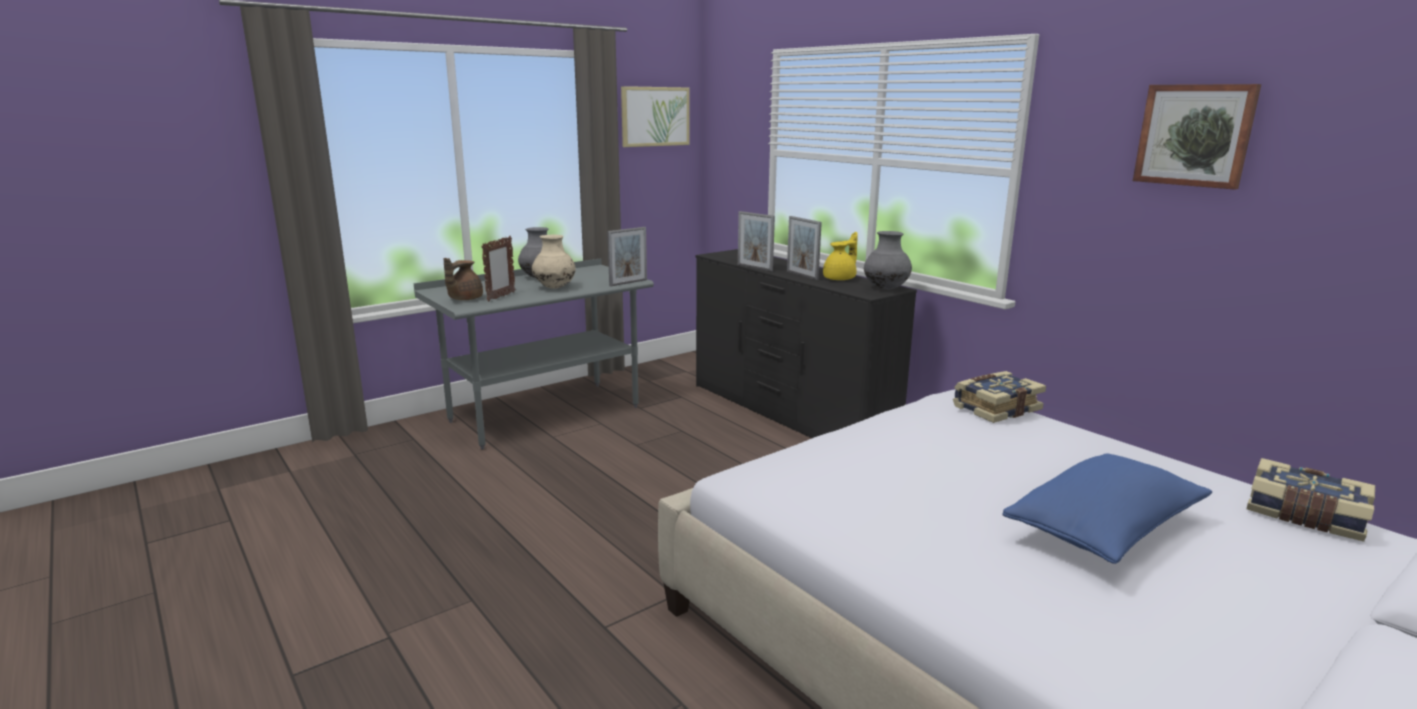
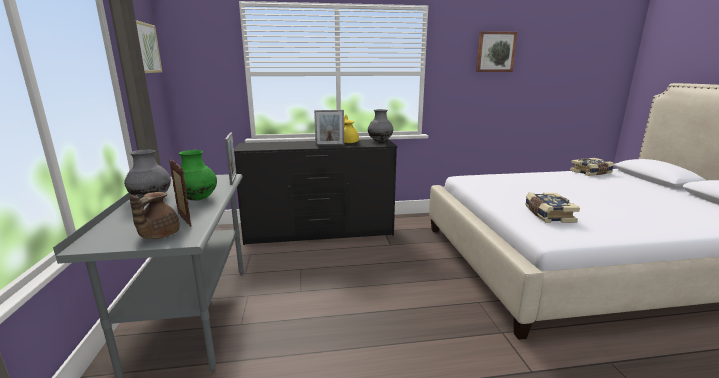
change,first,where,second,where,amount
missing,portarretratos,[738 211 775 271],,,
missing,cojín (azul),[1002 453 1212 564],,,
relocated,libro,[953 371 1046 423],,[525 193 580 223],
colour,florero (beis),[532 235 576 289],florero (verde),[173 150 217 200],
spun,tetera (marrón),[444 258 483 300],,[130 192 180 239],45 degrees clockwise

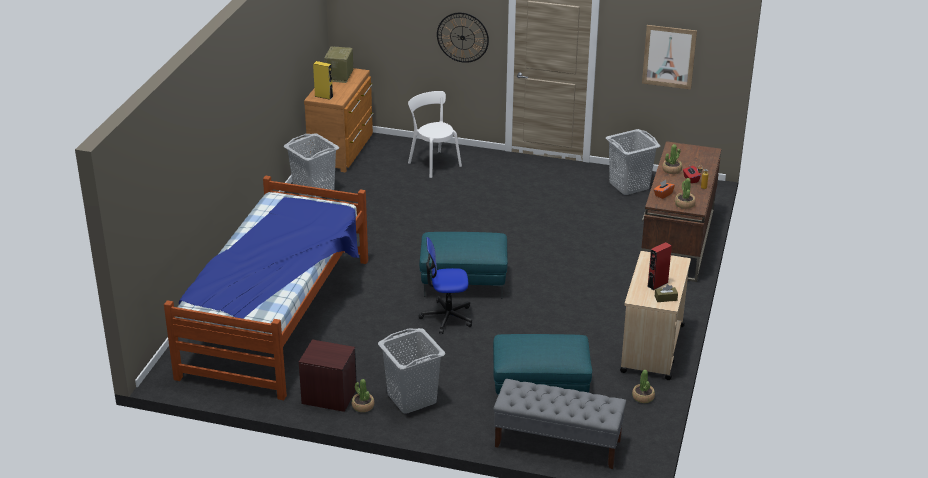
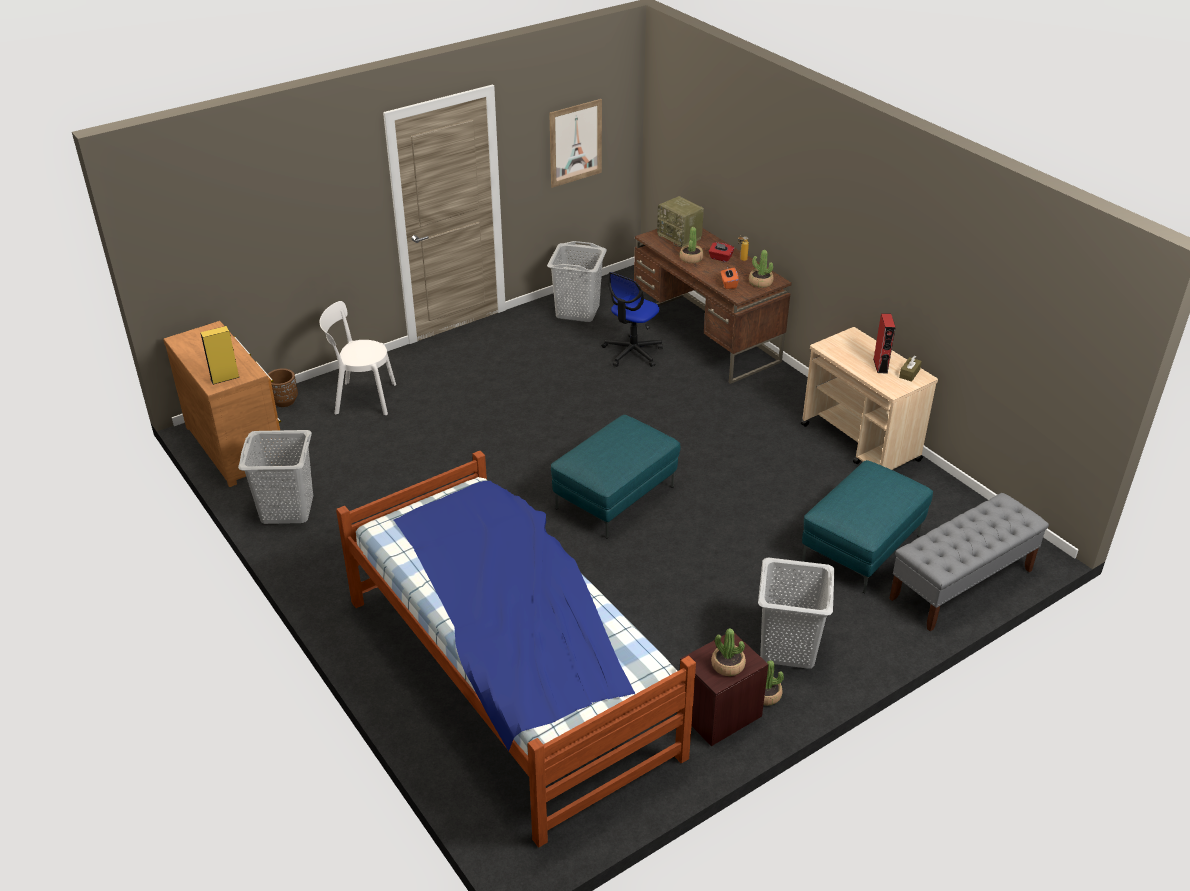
change,first,where,second,where,amount
missing,reloj de pared,[437 13 489 63],,,
appeared,,,maceta (marrón),[268 368 298 407],
relocated,radio,[324 46 353 83],,[657 196 704 248],
relocated,silla de oficina,[419 237 472 334],,[601 272 663 367],
relocated,planta en maceta,[632 370 655 403],,[711 628 746 676],

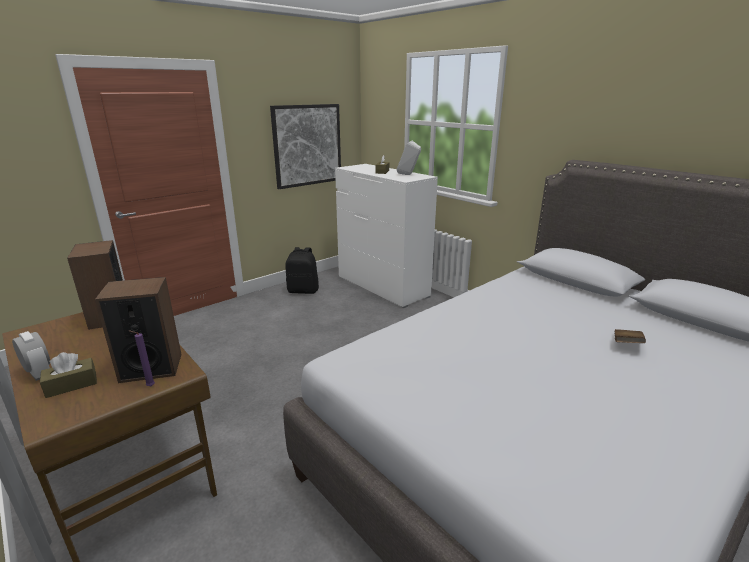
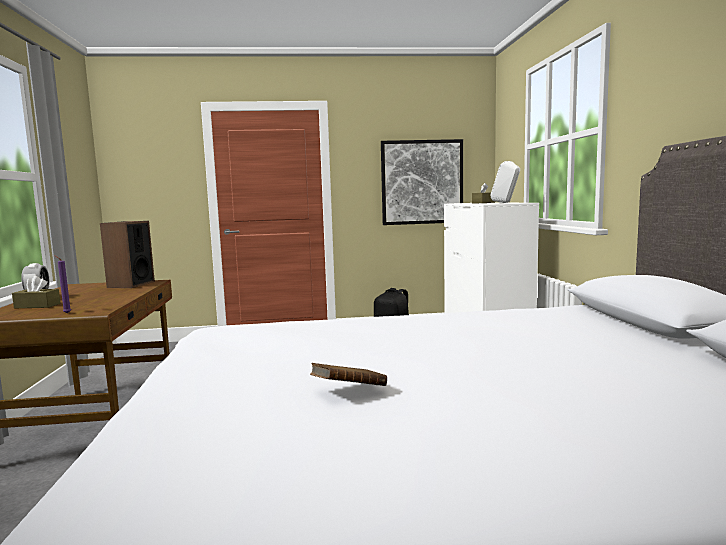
change,first,where,second,where,amount
missing,altavoz,[95 277 182 383],,,
relocated,libro (marrón),[615 329 646 343],,[310 363 387 386],

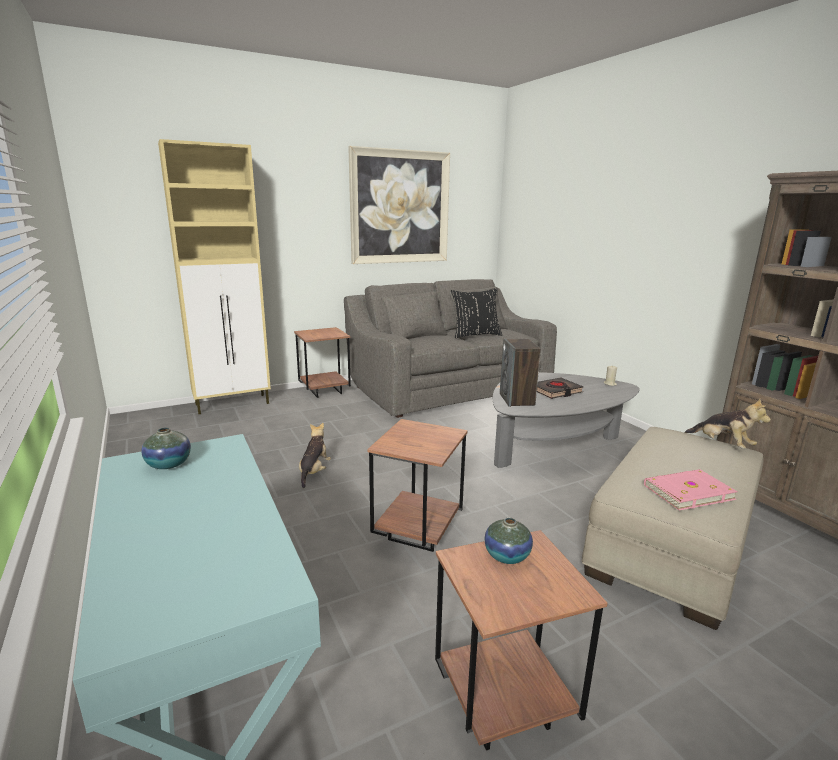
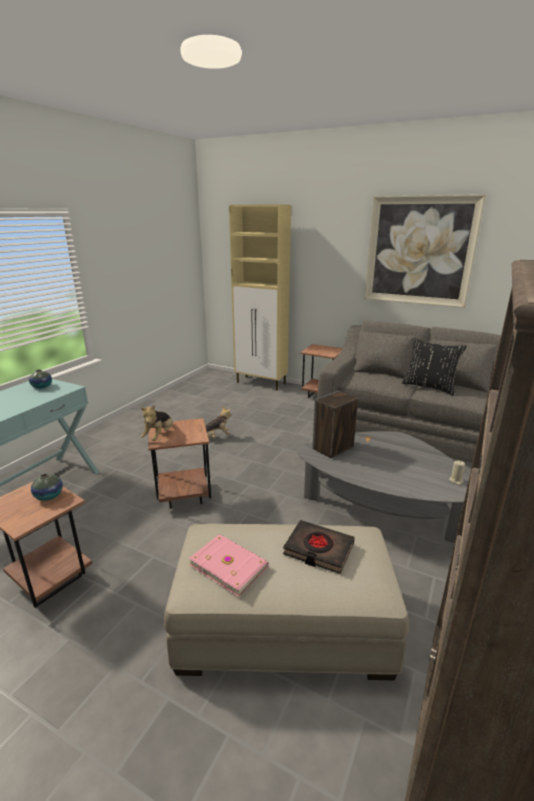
change,first,where,second,where,amount
relocated,libro (negro),[537 377 584 399],,[283 520 355 574],
relocated,peluche,[685 398 771 449],,[140 405 173 441],

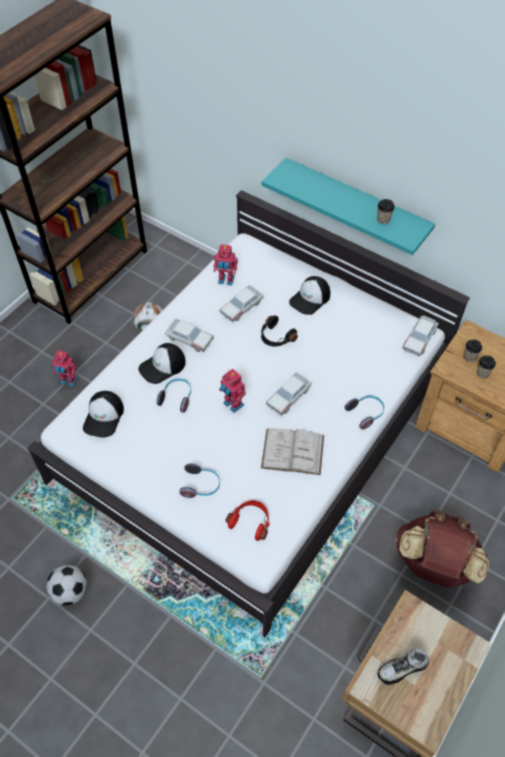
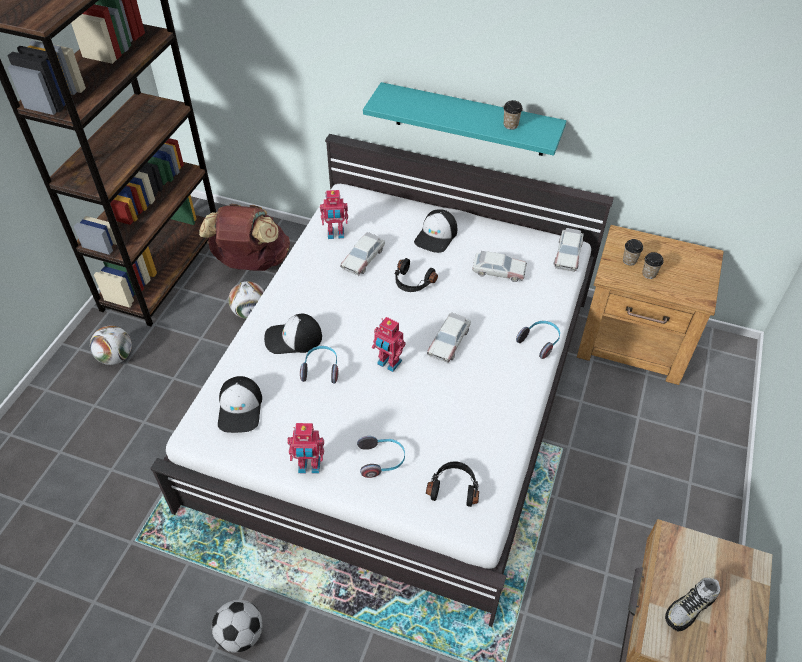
change,first,where,second,where,amount
missing,libro (blanco),[261 428 324 475],,,
appeared,,,balón de fútbol,[90 326 132 365],
relocated,robot de juguete,[52 350 78 386],,[287 423 324 474],
relocated,coche de juguete,[165 319 214 352],,[472 250 527 282],
relocated,mochila (marrón),[395 510 489 587],,[199 204 290 271],
colour,auriculares (rojo),[225 500 270 541],auriculares (negro),[426 461 479 507],
spun,gorra,[138 343 186 384],,[264 314 322 354],45 degrees clockwise

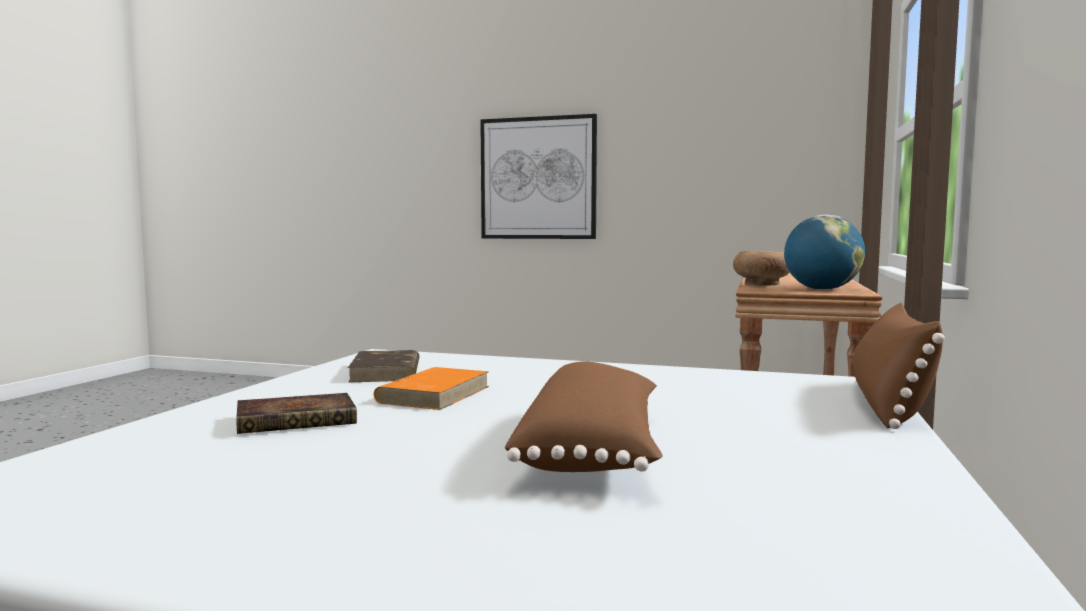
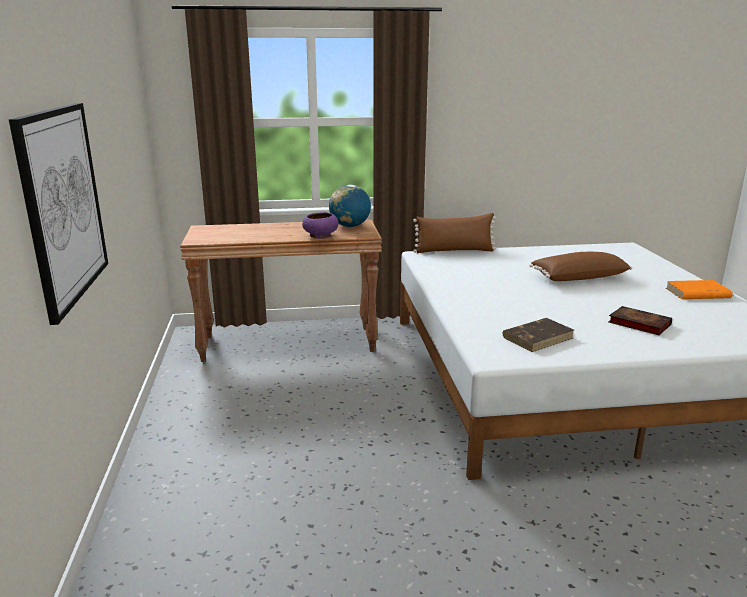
change,first,where,second,where,amount
relocated,libro (naranja),[374 367 489 410],,[666 280 733 299],
colour,cuenco (marrón),[733 251 789 285],cuenco (morado),[302 212 339 239],

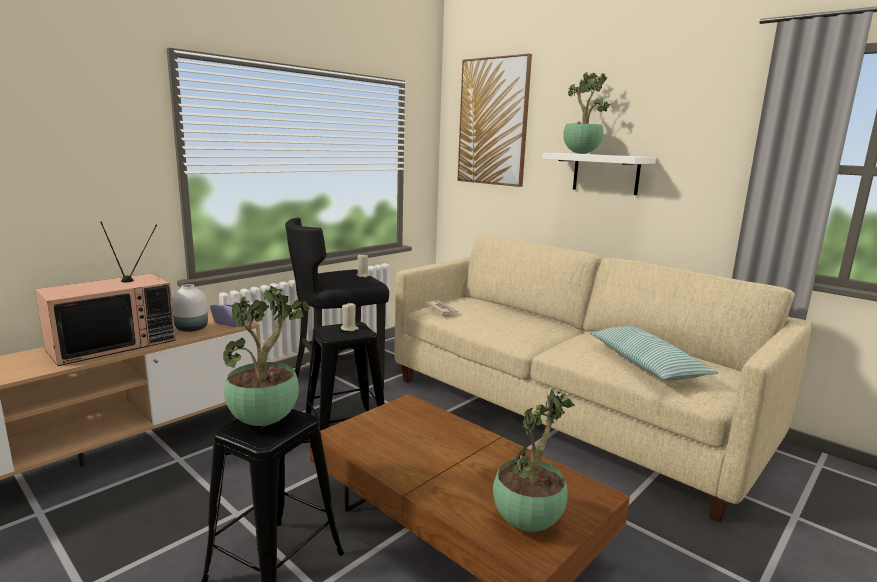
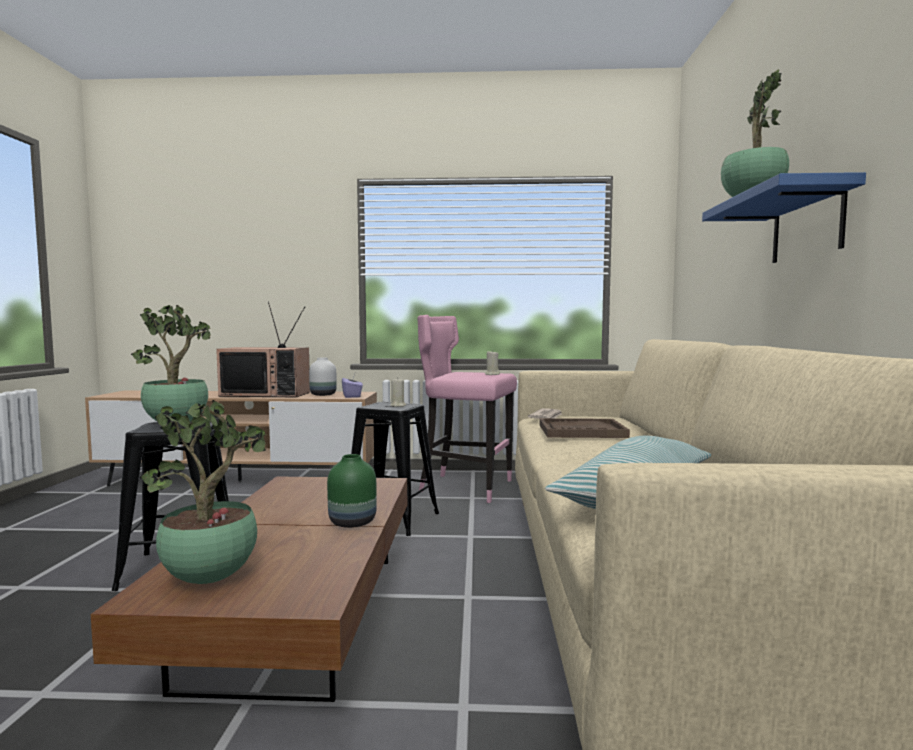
change,first,where,second,where,amount
missing,cuadro,[457 54 532 187],,,
appeared,,,florero (verde),[327 454 377 528],
appeared,,,bandeja (marrón),[539 418 630 438],
colour,taburete (negro),[285 218 389 390],taburete (rosa),[417 315 517 503],
colour,estante (blanco),[542 153 656 195],estante (azul),[702 172 866 263],

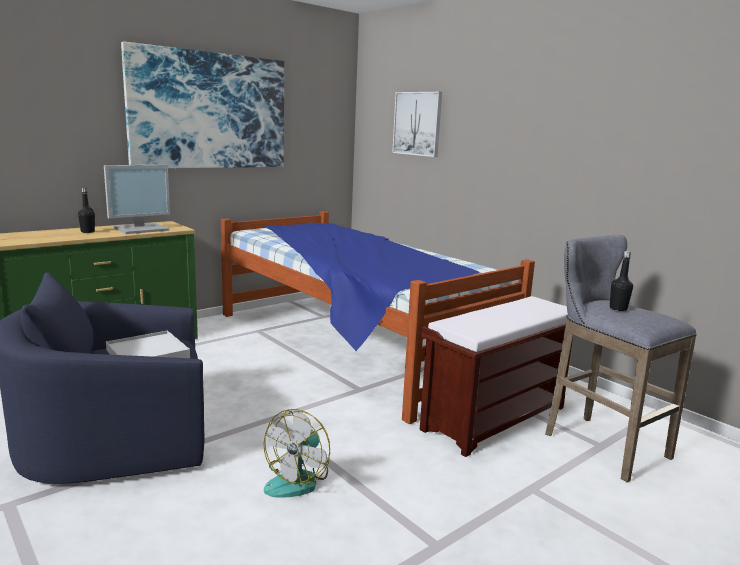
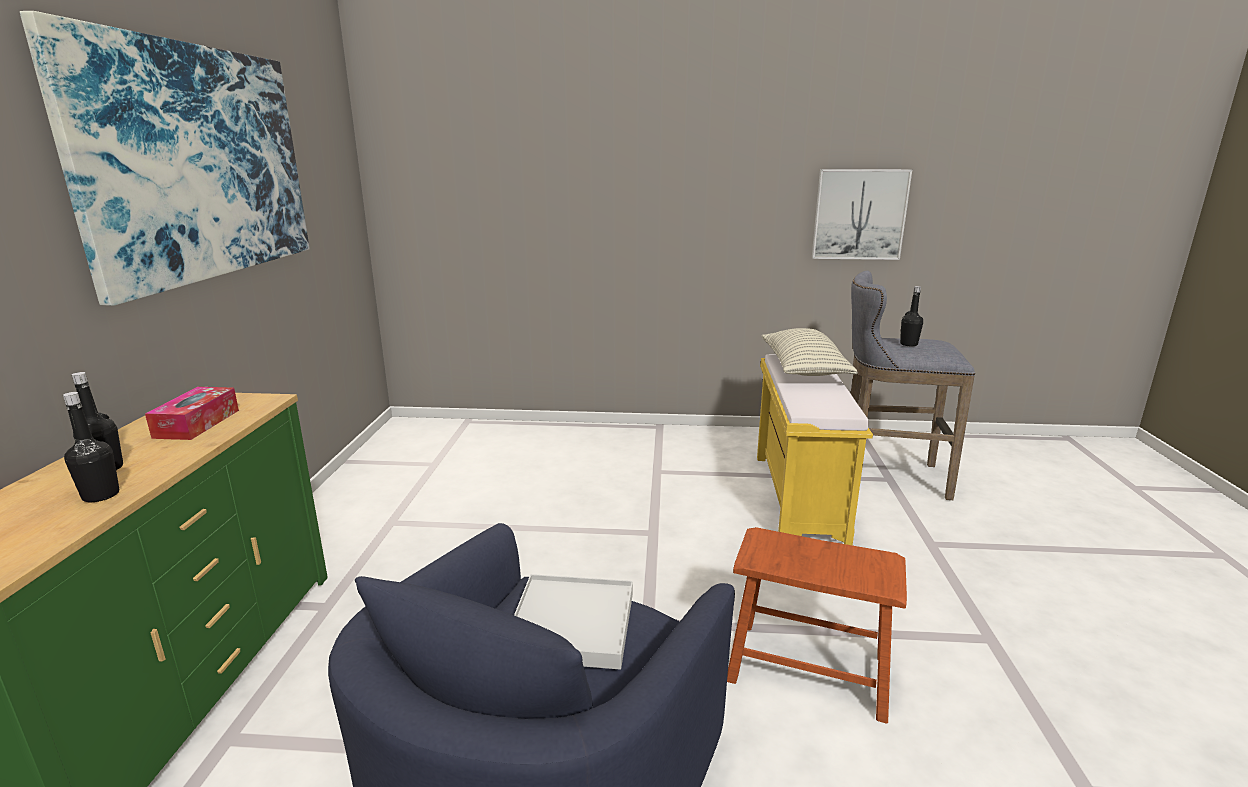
change,first,where,second,where,amount
missing,cama,[221 211 535 424],,,
appeared,,,botella (negro),[63 392 119 502],
appeared,,,cojín,[762 328 858 376],
relocated,cuadro,[392 92 442 157],,[812 169 912 260],
exchanged,monitor,[104 165 170 234],caja de pañuelos,[145 387 239 440],
exchanged,ventilador,[263 409 330 498],taburete (marrón),[727 527 907 724],
colour,banco (marrón),[420 296 573 457],banco (amarillo),[757 355 873 546],

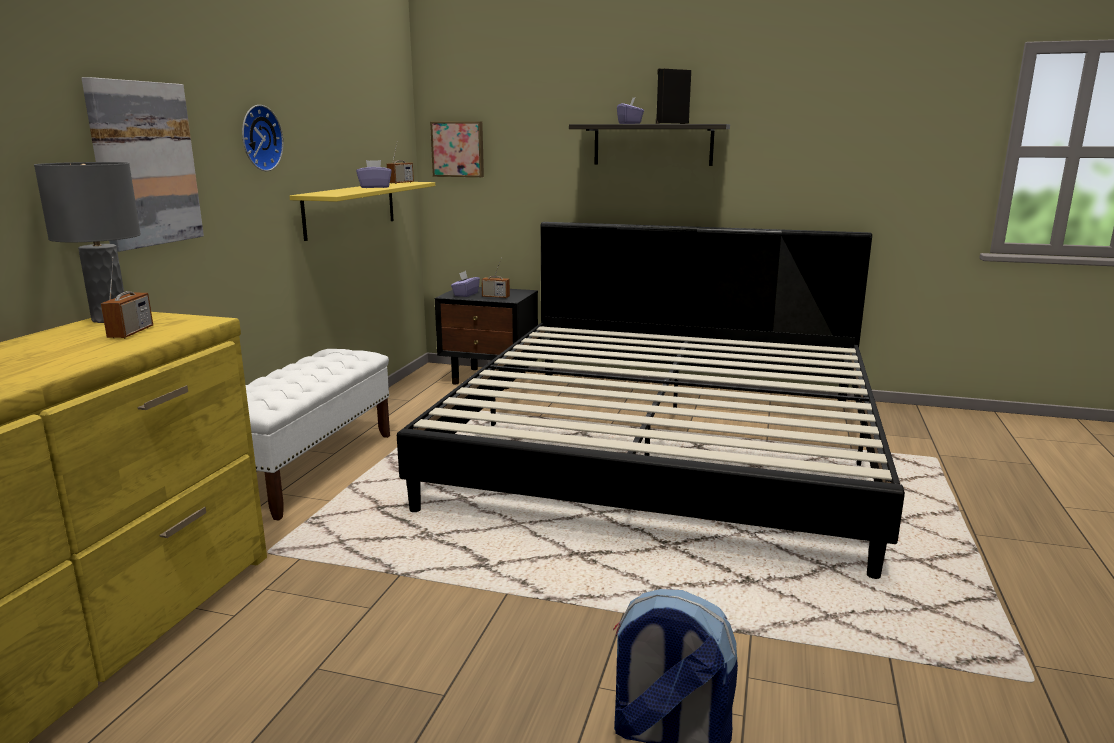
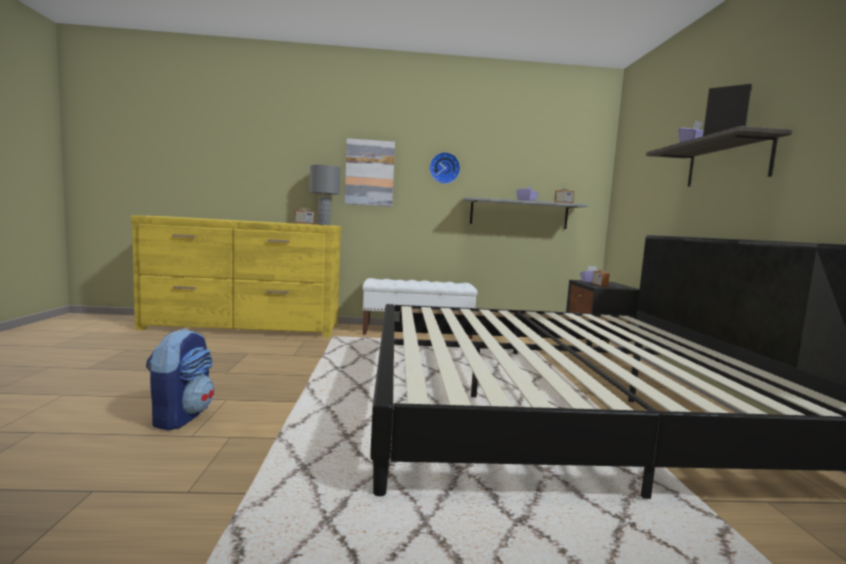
change,first,where,second,where,amount
missing,cuadro,[430 121 484 177],,,
colour,estante (amarillo),[289 182 435 241],estante (gris),[462 197 588 229],

